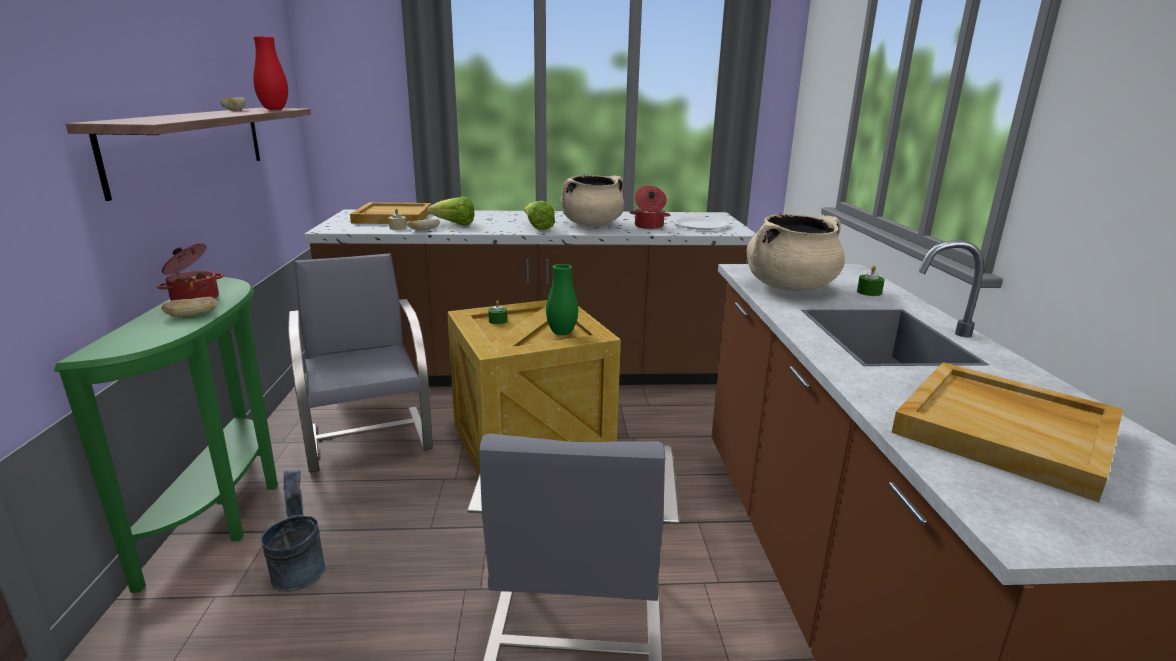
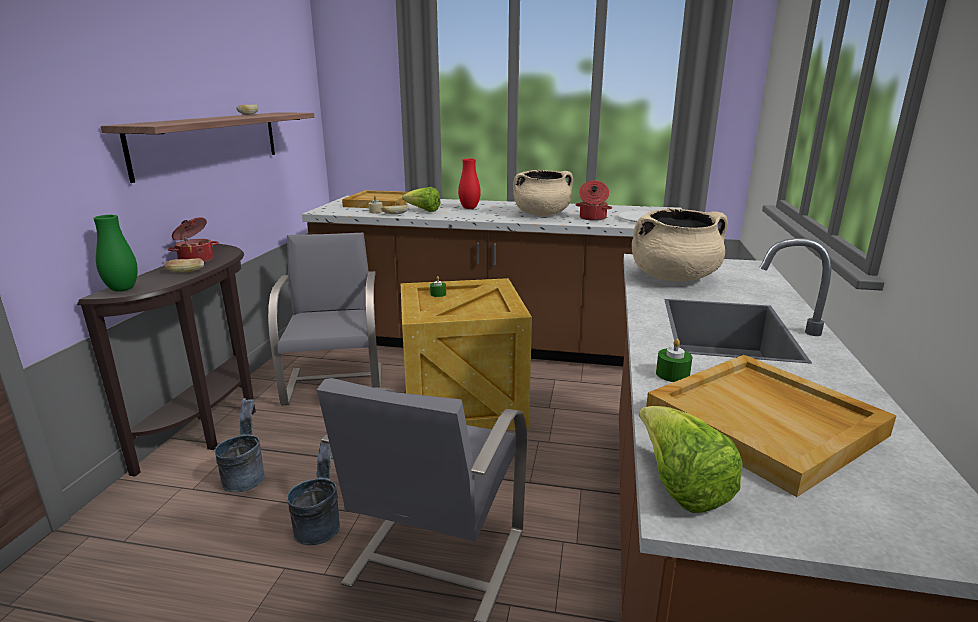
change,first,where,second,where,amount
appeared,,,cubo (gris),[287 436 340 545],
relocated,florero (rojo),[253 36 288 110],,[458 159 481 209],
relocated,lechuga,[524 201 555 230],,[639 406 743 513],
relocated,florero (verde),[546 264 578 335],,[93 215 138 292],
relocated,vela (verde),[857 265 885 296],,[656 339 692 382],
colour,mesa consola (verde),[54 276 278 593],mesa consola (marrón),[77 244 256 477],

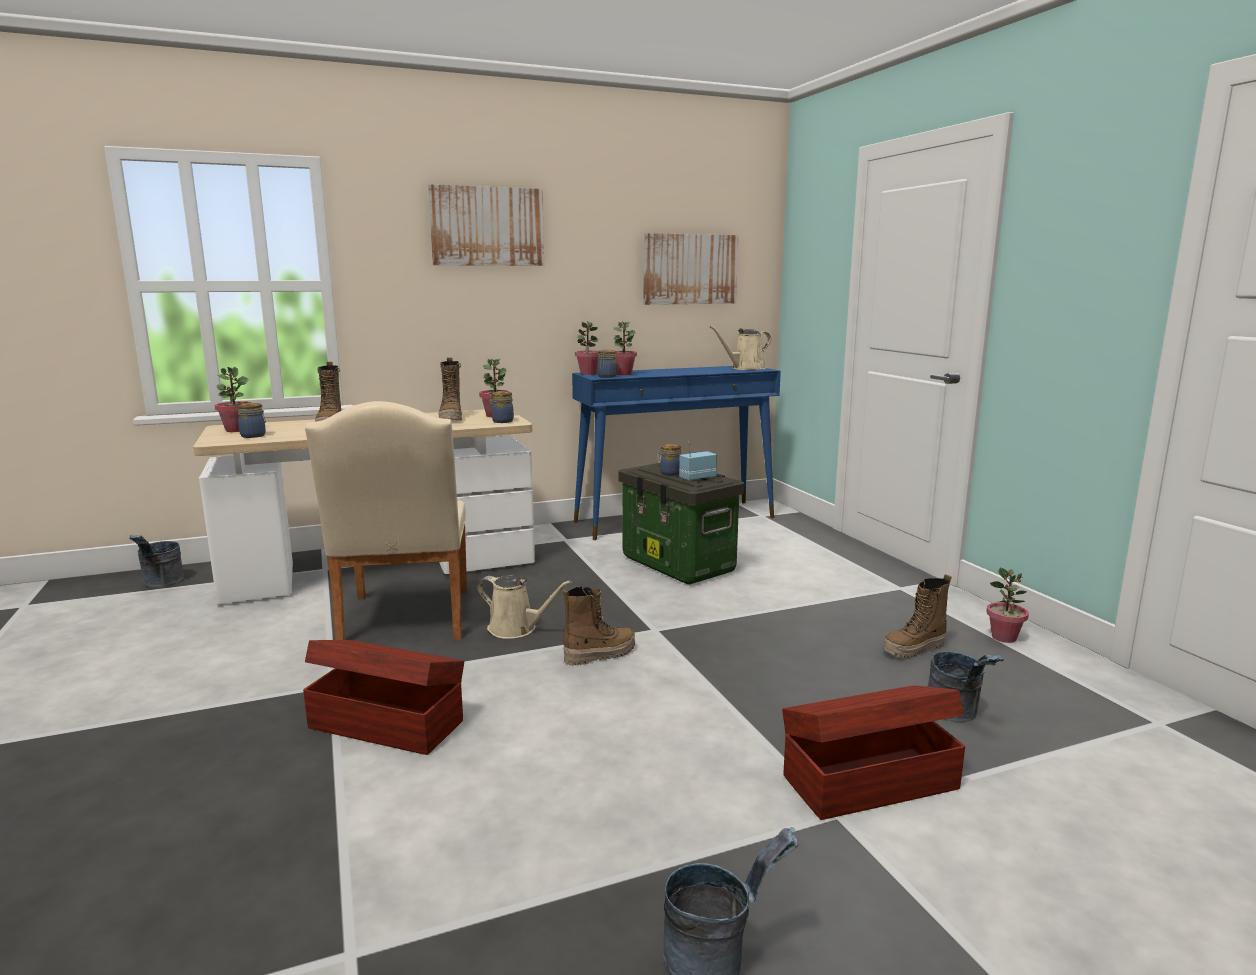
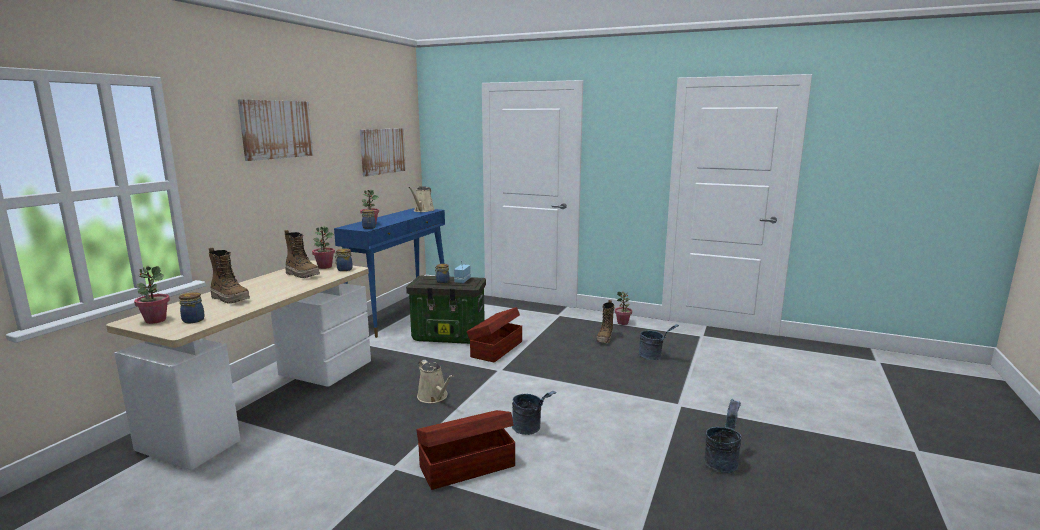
change,first,where,second,where,amount
missing,silla (beis),[305 401 467 640],,,
missing,bota,[563 586 635 665],,,
missing,planta en maceta,[575 321 599 375],,,
relocated,cubo (gris),[129 535 184 587],,[512 391 556 435],
relocated,caja de almacenaje (marrón),[782 686 965 820],,[467 307 522 362],
spun,regadera (beis),[477 575 572 639],,[417 360 454 403],75 degrees clockwise

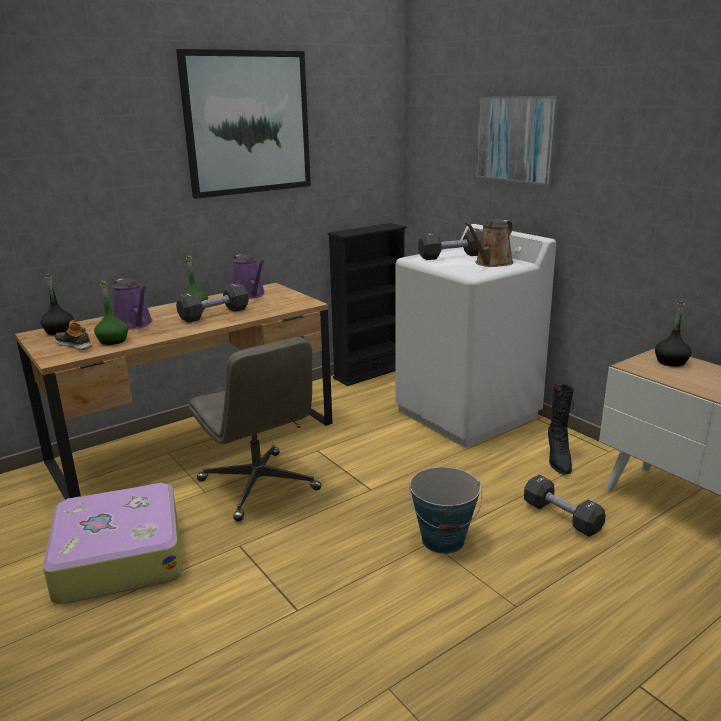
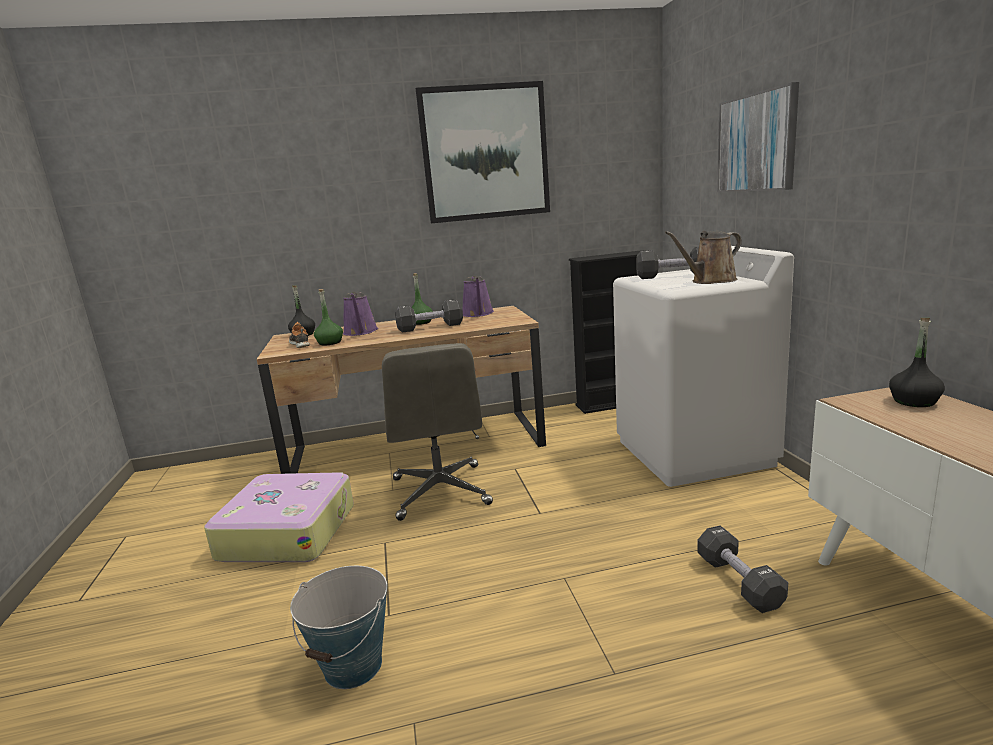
change,first,where,second,where,amount
missing,bota (negro),[548 383 574 475],,,
relocated,cubo,[409 467 482 554],,[290 566 387 689],

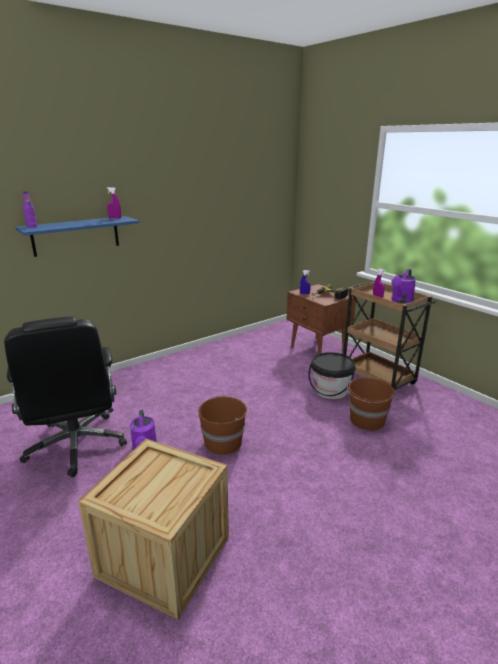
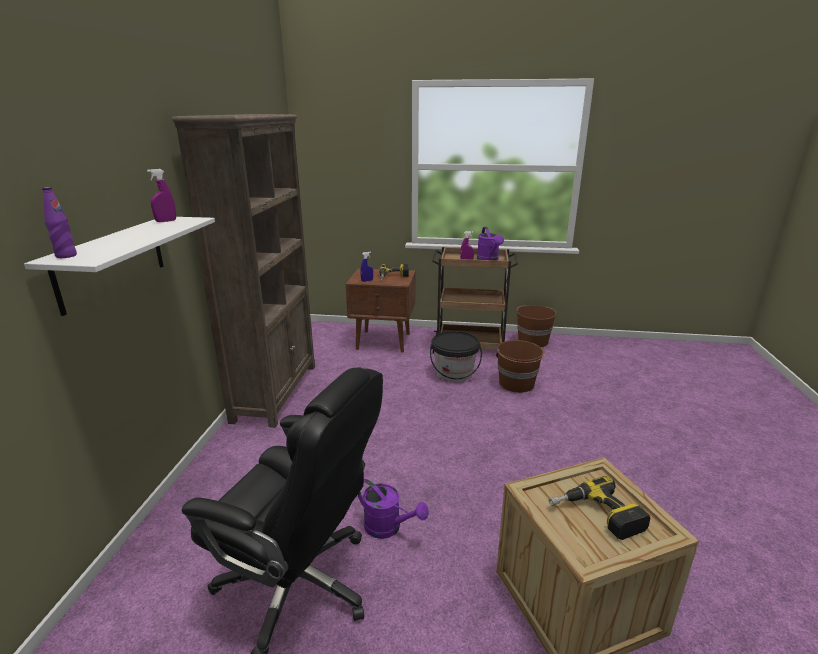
change,first,where,second,where,amount
appeared,,,estantería (marrón),[172 114 315 428],
appeared,,,taladro,[549 476 650 540],
relocated,cubo (marrón),[198 396 249 455],,[516 305 556 347],
colour,estante (azul),[15 216 139 257],estante (blanco),[24 217 215 316],

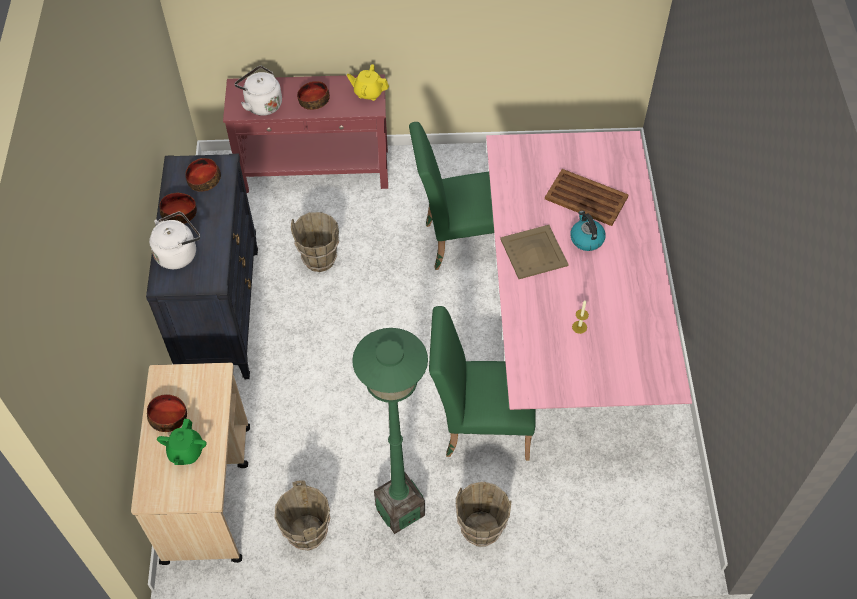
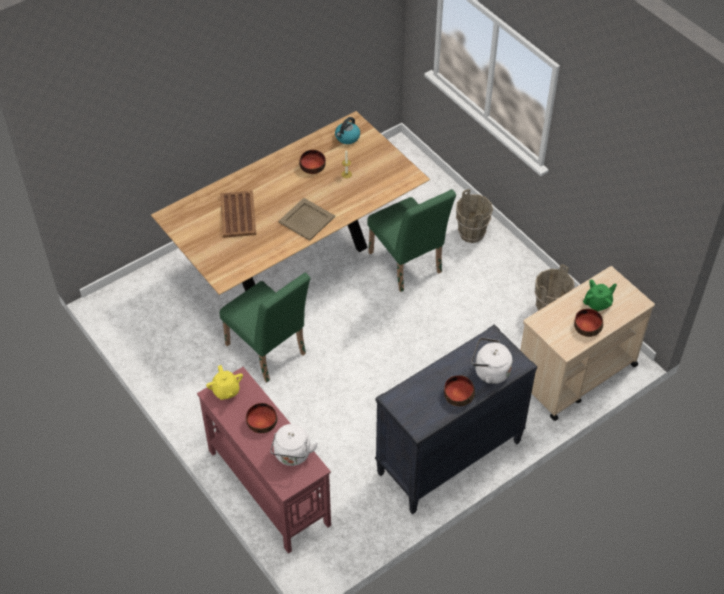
change,first,where,second,where,amount
missing,cubo (marrón),[291 212 339 272],,,
missing,lámpara de pie (verde),[352 328 428 534],,,
relocated,cuenco,[185 158 221 192],,[299 150 326 174],
relocated,hervidor,[570 211 606 251],,[335 117 360 144],
colour,mesa de comedor (rosa),[486 131 692 410],mesa de comedor (marrón),[151 111 430 295],

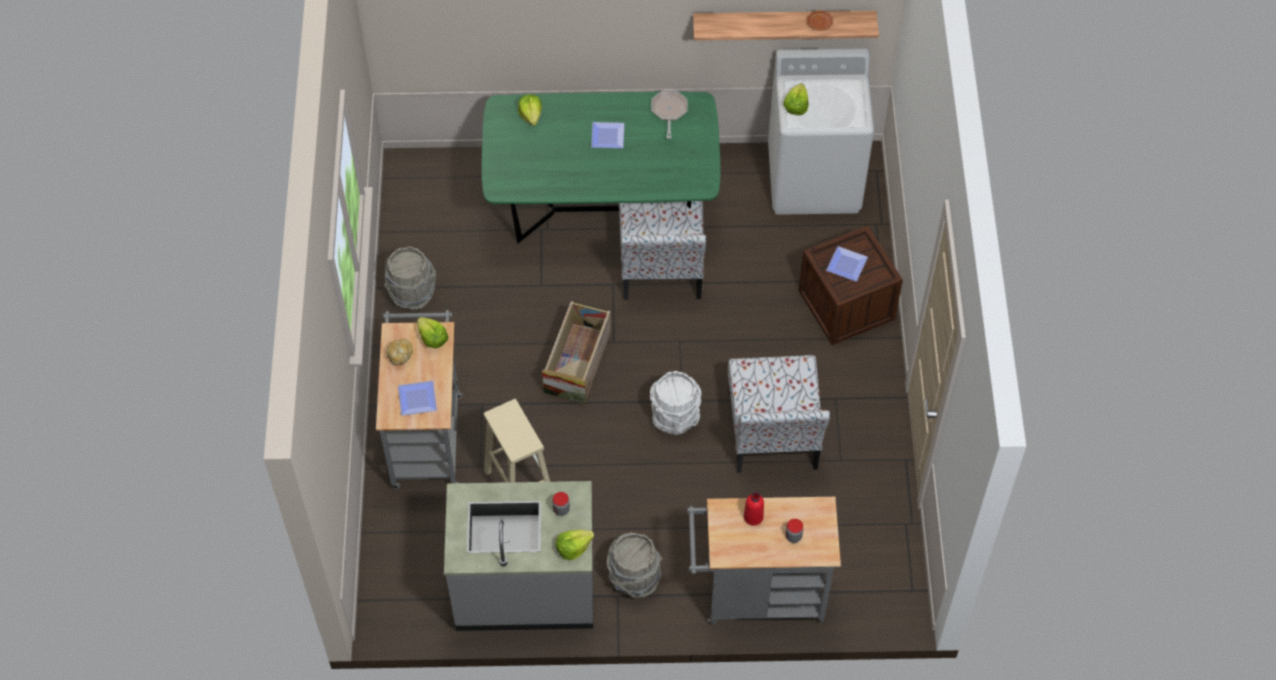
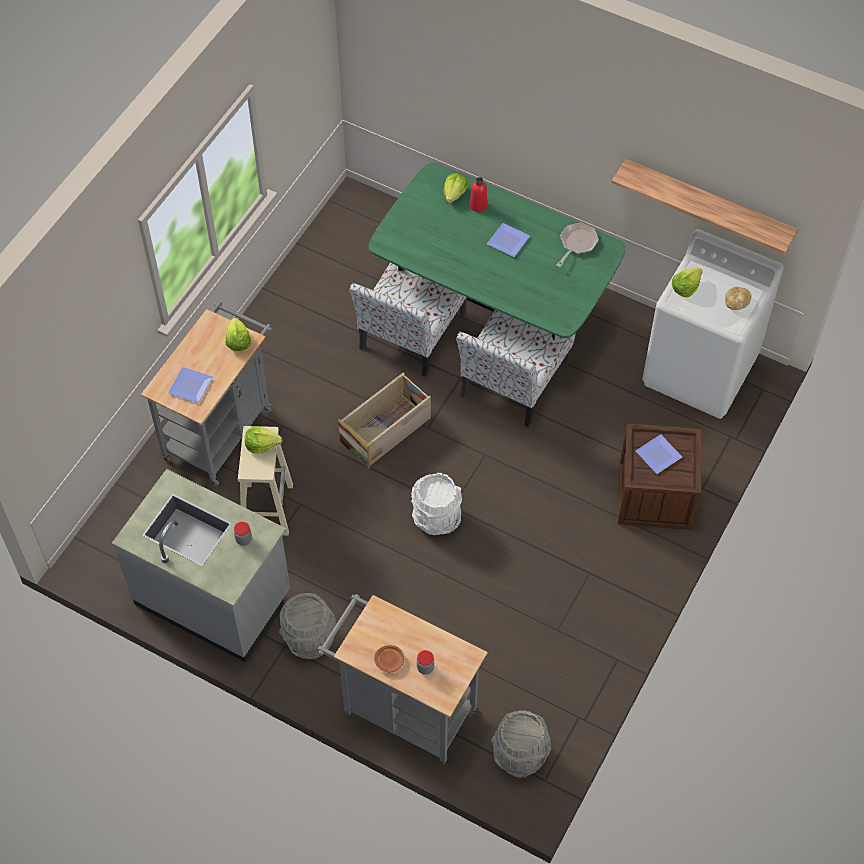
change,first,where,second,where,amount
relocated,cubo (gris),[384 246 436 310],,[491 710 551 778],
relocated,pan,[386 339 413 365],,[725 287 752 310],
relocated,lechuga,[556 530 594 560],,[245 427 282 454],
relocated,silla,[728 355 830 473],,[349 263 467 377],
relocated,botella (rojo),[744 492 764 526],,[470 177 487 212],
relocated,plato (marrón),[807 10 833 30],,[374 645 404 672],

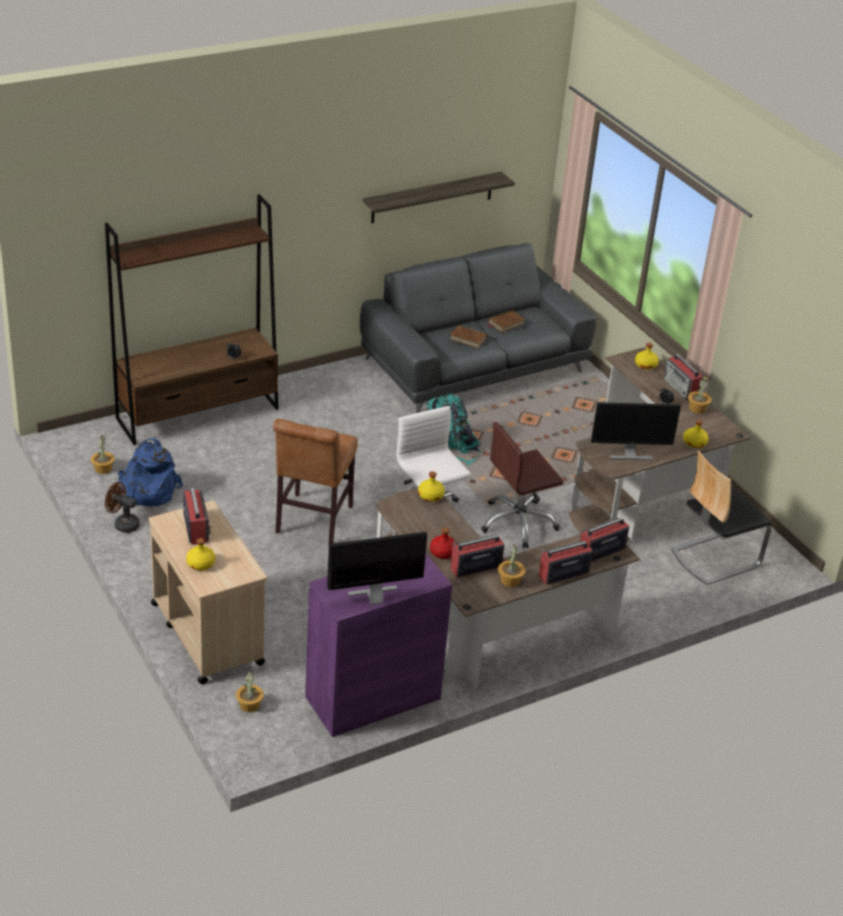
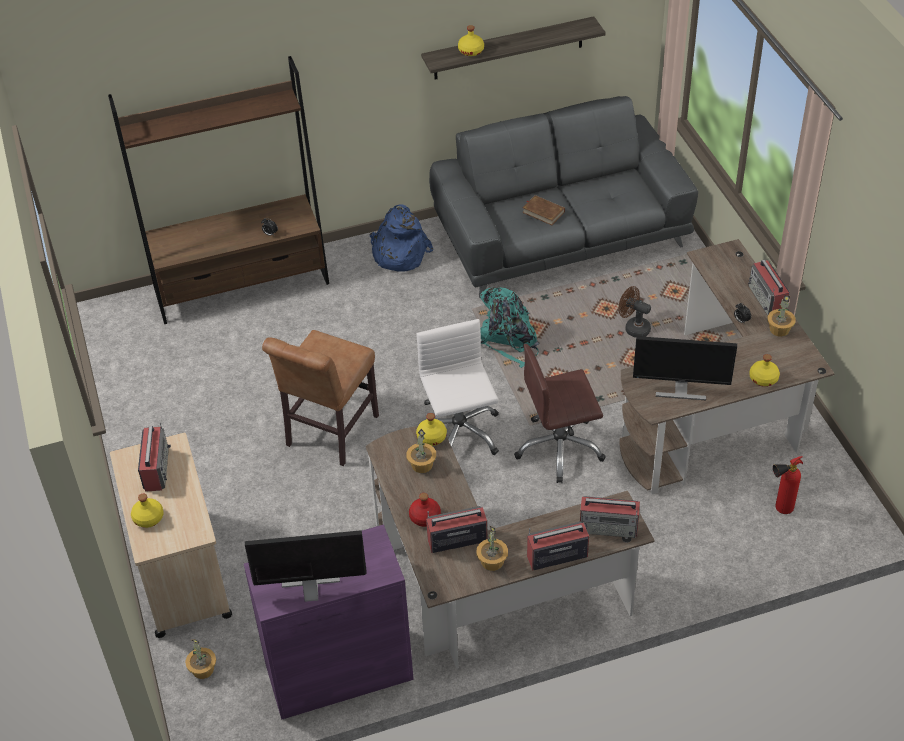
change,first,where,second,where,amount
missing,libro (marrón),[487 310 525 332],,,
relocated,planta en maceta,[91 435 115 474],,[407 429 436 473],
relocated,ventilador (marrón),[105 482 140 533],,[619 286 651 337],
relocated,mochila (azul),[117 438 183 506],,[369 204 433 272],
relocated,botella (amarillo),[635 343 659 370],,[458 25 484 56],
exchanged,silla,[671 451 771 585],extintor,[773 456 803 514],
spun,radio,[579 518 629 562],,[580 496 640 538],150 degrees counterclockwise

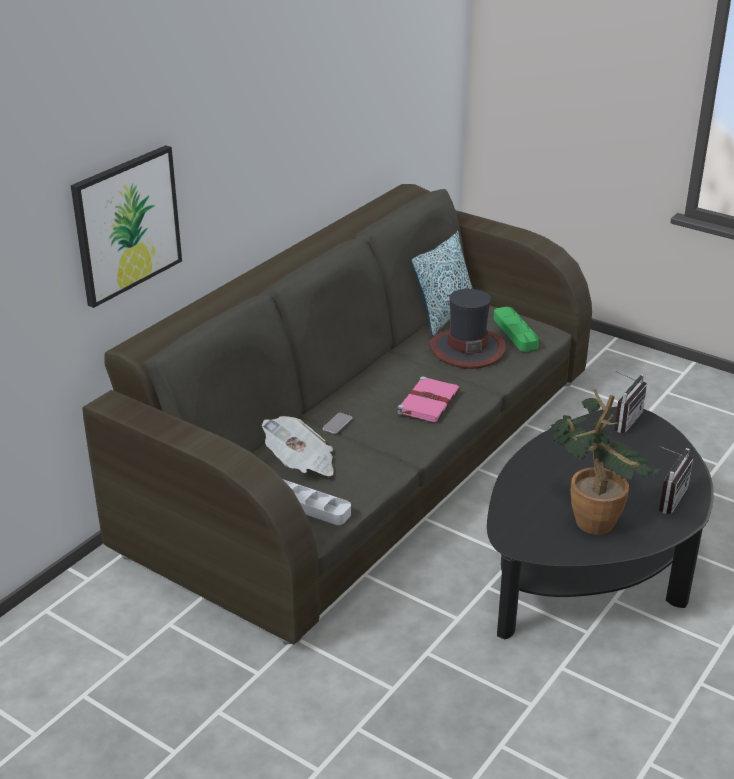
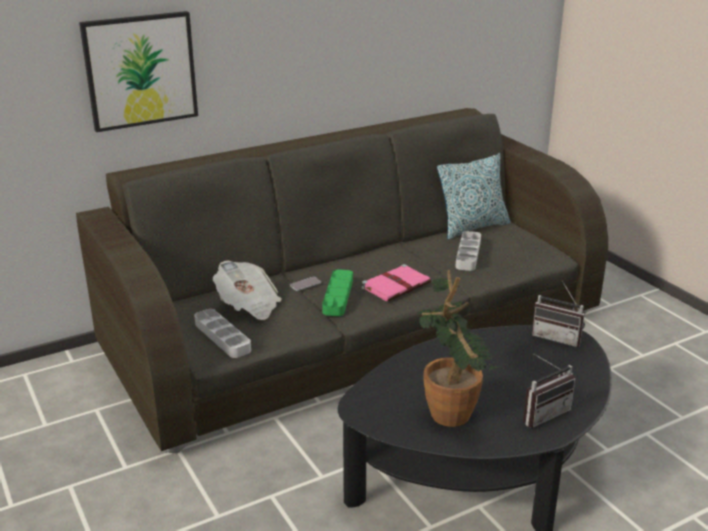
change,first,where,second,where,amount
relocated,bandeja (verde),[494 307 539 351],,[322 269 353 316],
exchanged,sombrero,[429 289 506 369],bandeja (gris),[456 231 481 271],
spun,radio,[614 371 647 433],,[532 281 585 347],60 degrees clockwise

